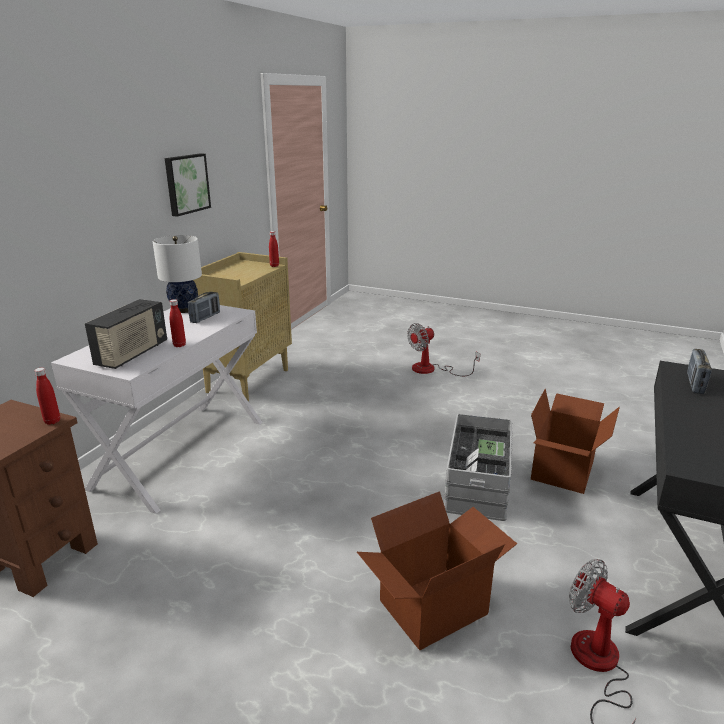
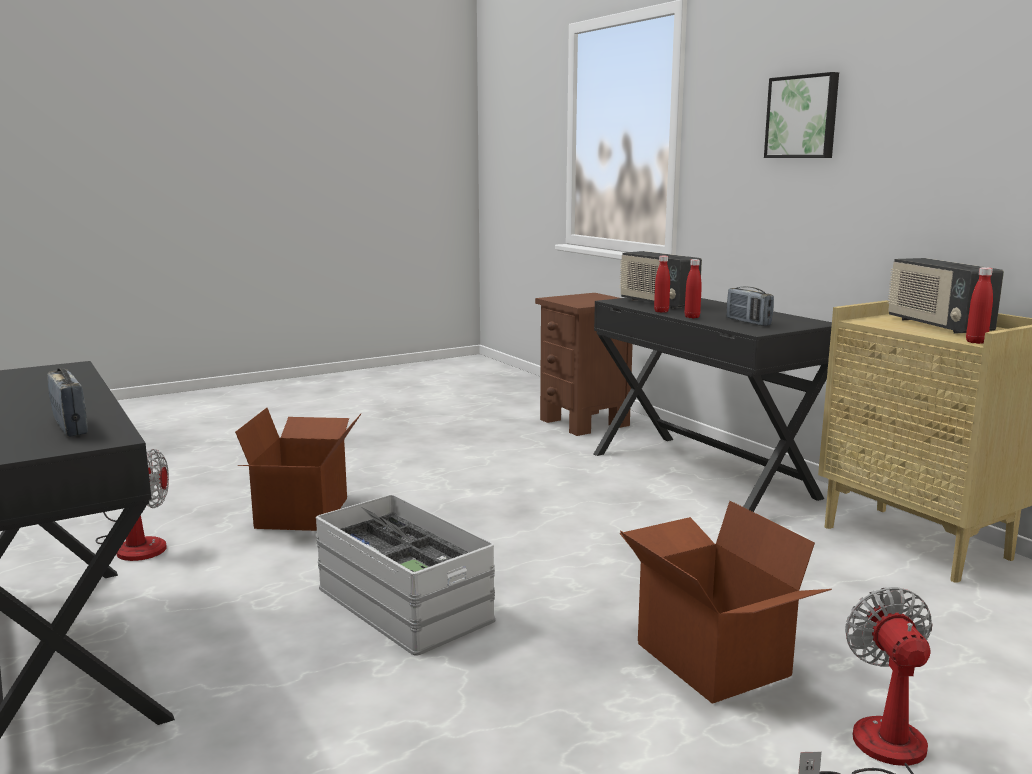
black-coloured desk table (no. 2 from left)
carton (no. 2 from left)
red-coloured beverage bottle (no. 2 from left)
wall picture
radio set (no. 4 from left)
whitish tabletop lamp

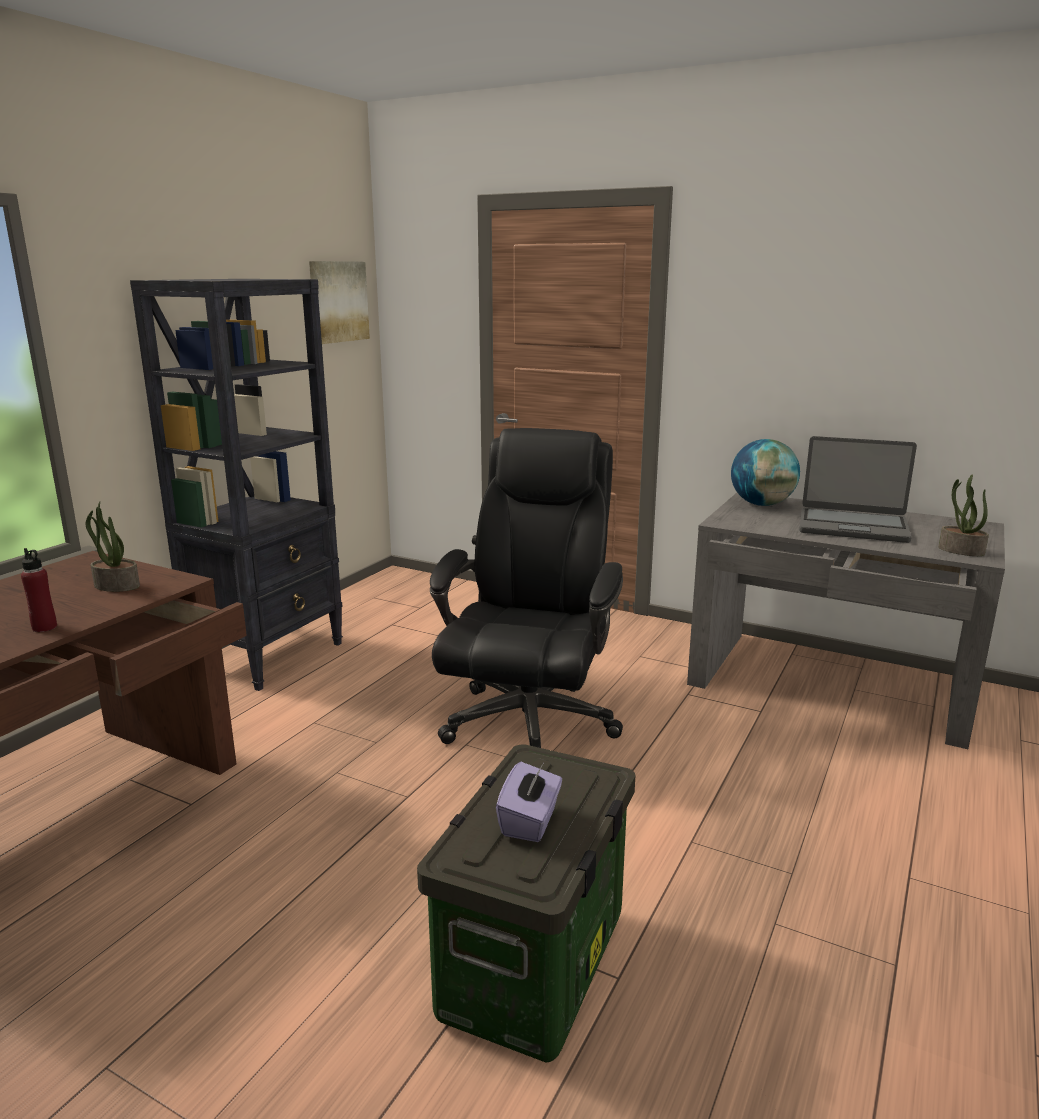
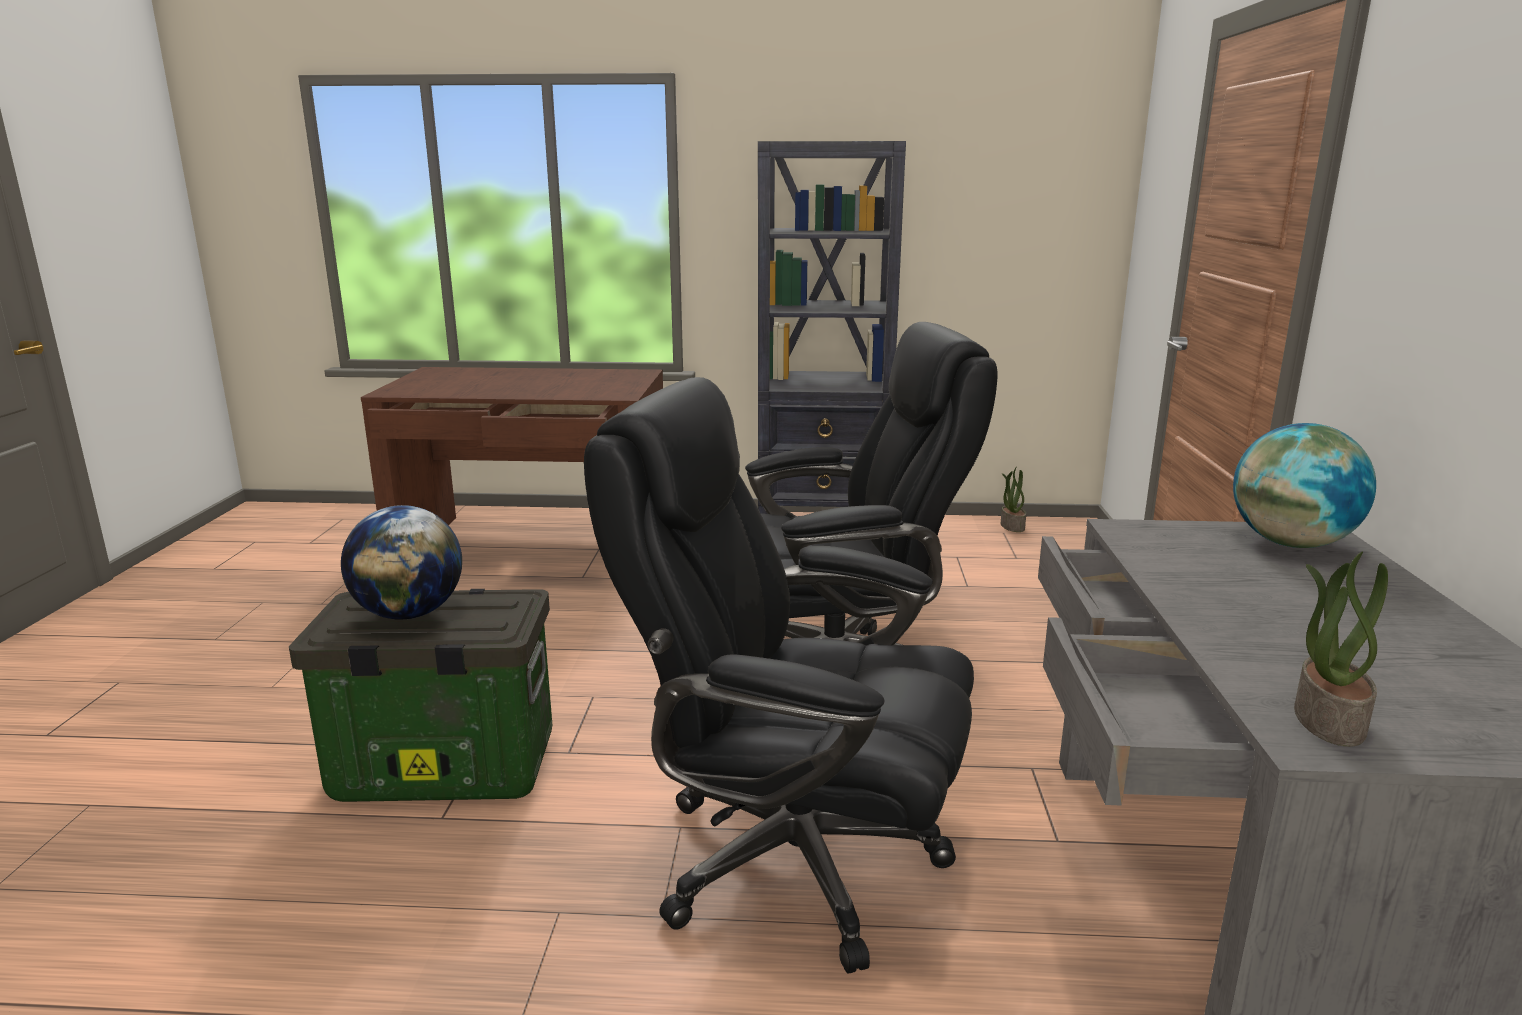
globe (no. 1 from left)
black-coloured desk chair (no. 1 from left)
houseplant (no. 1 from left)
red-coloured beverage bottle
wall picture
portable computer

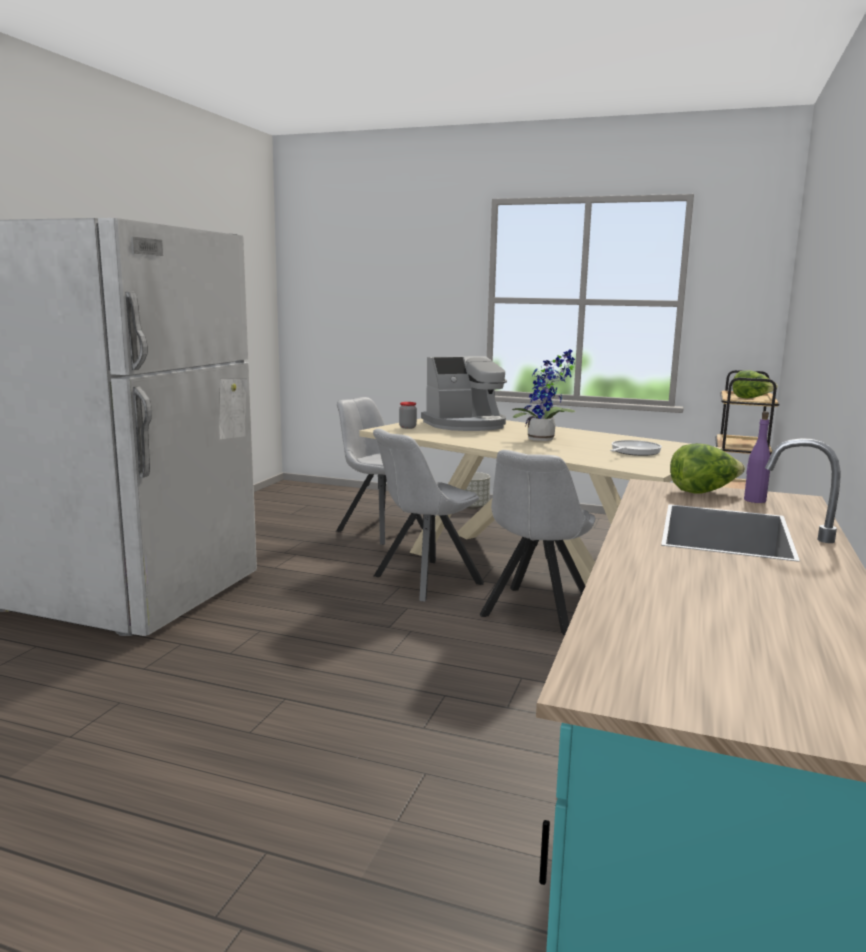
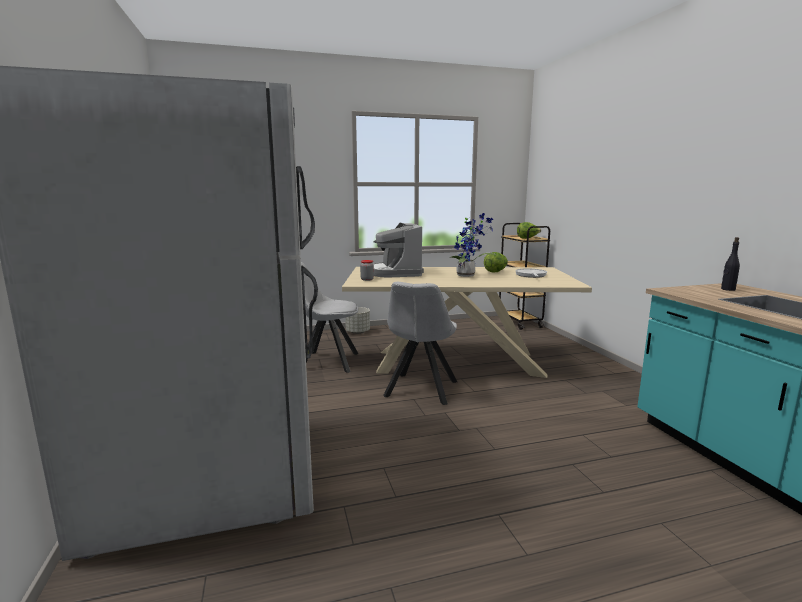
coffee maker
head of lettuce (no. 1 from left)
black-coloured beverage bottle
greyish chair (no. 3 from left in the first image)

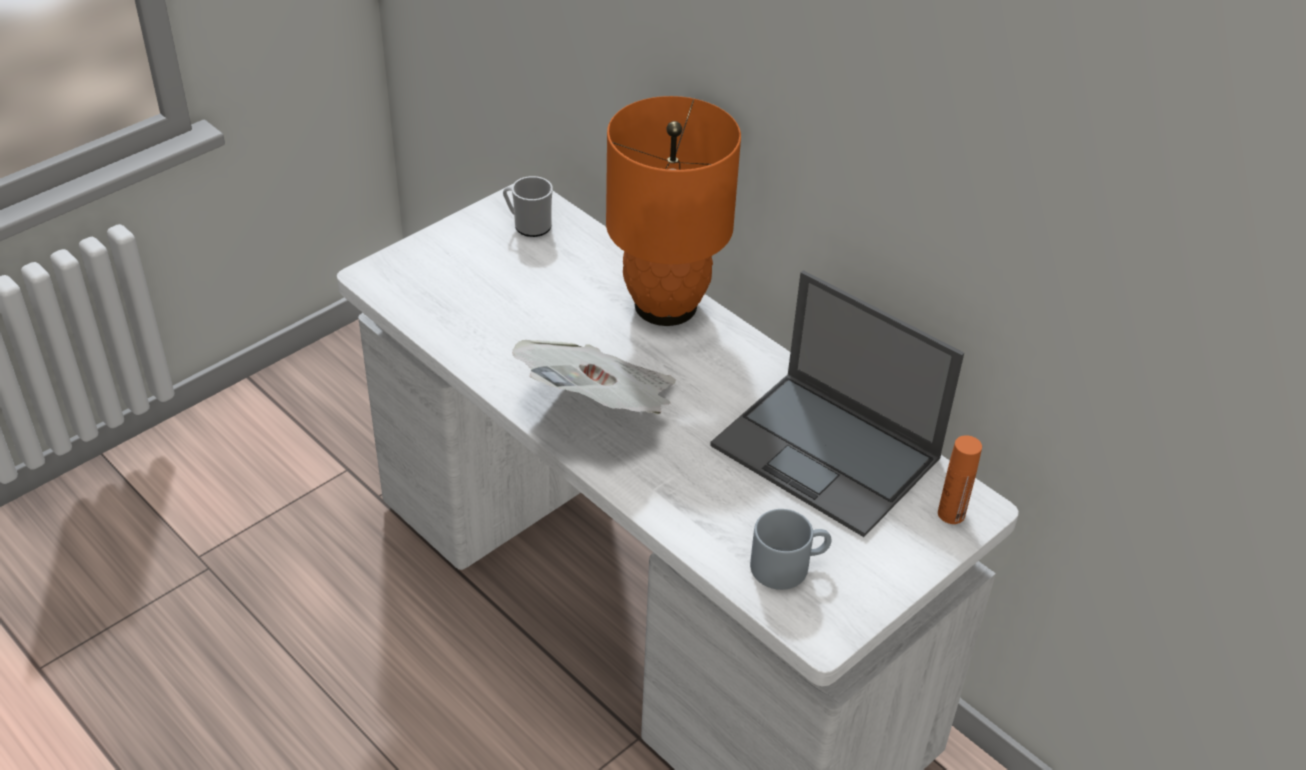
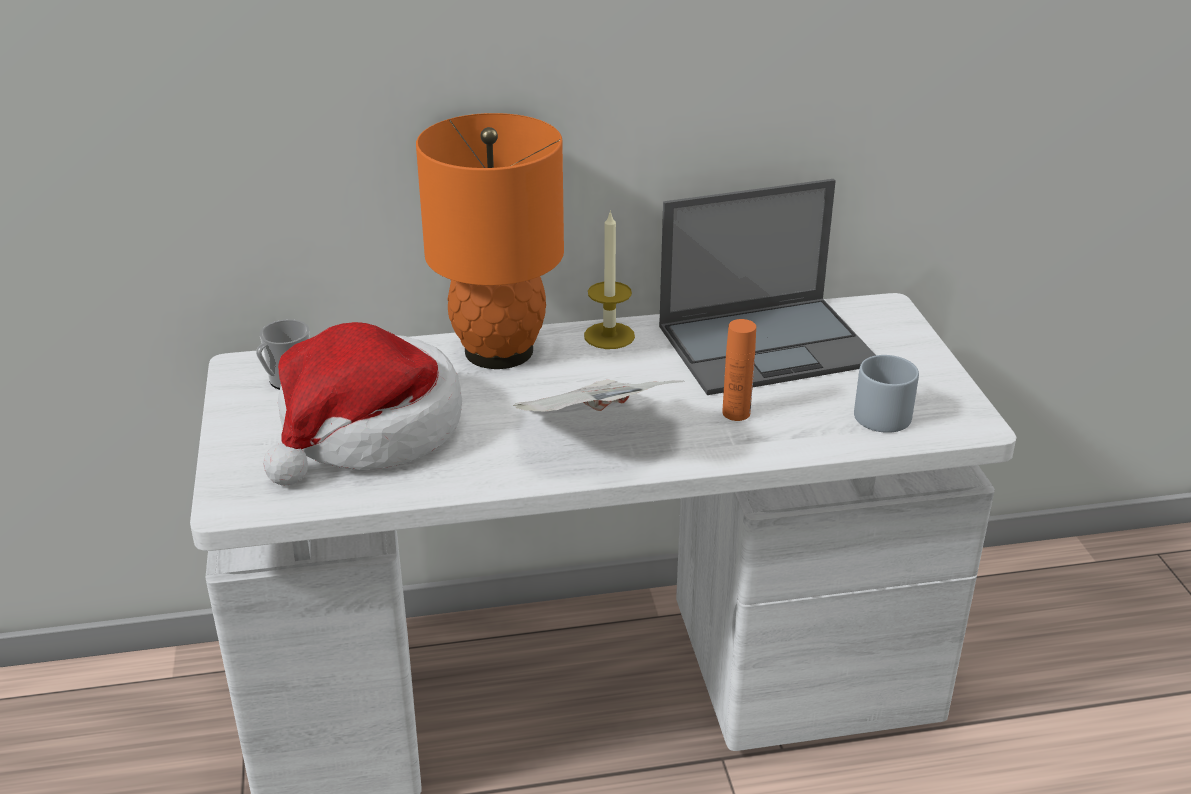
hat
candle
orange-coloured beverage bottle

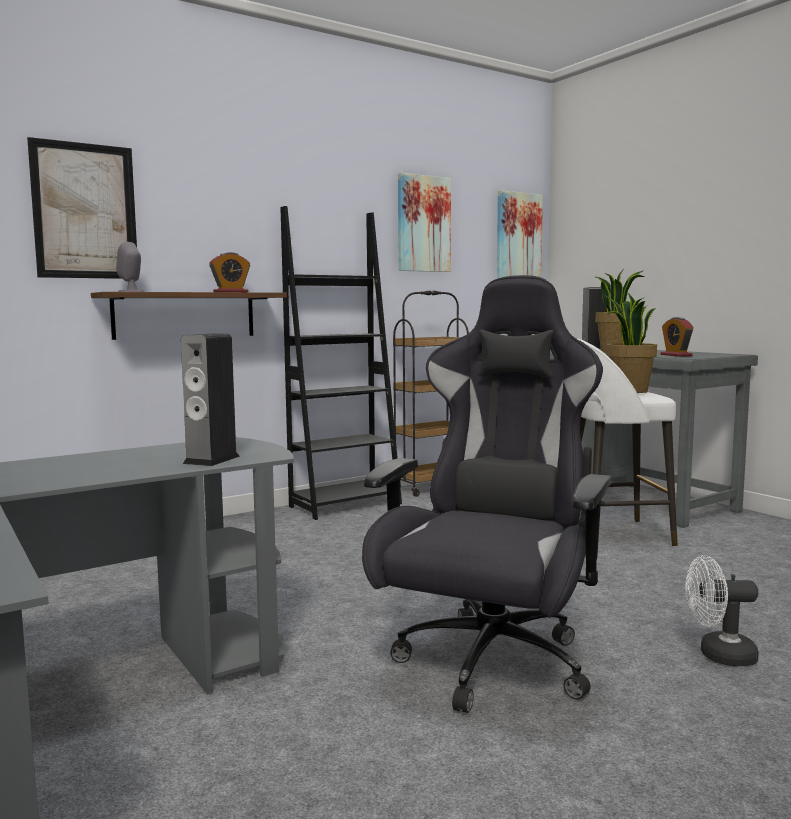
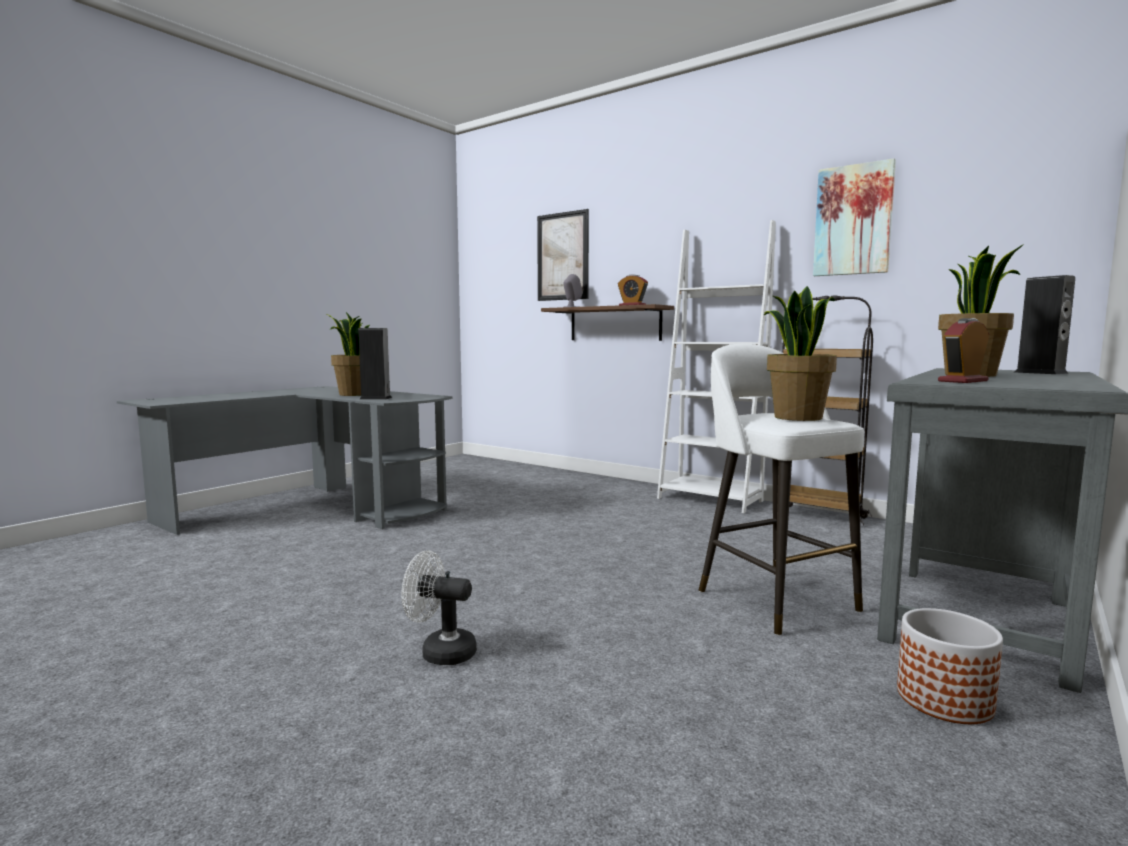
houseplant (no. 1 from left)
whitish electric fan
whitish bookcase
flower pot
black-coloured desk chair
wall picture (no. 3 from left in the first image)

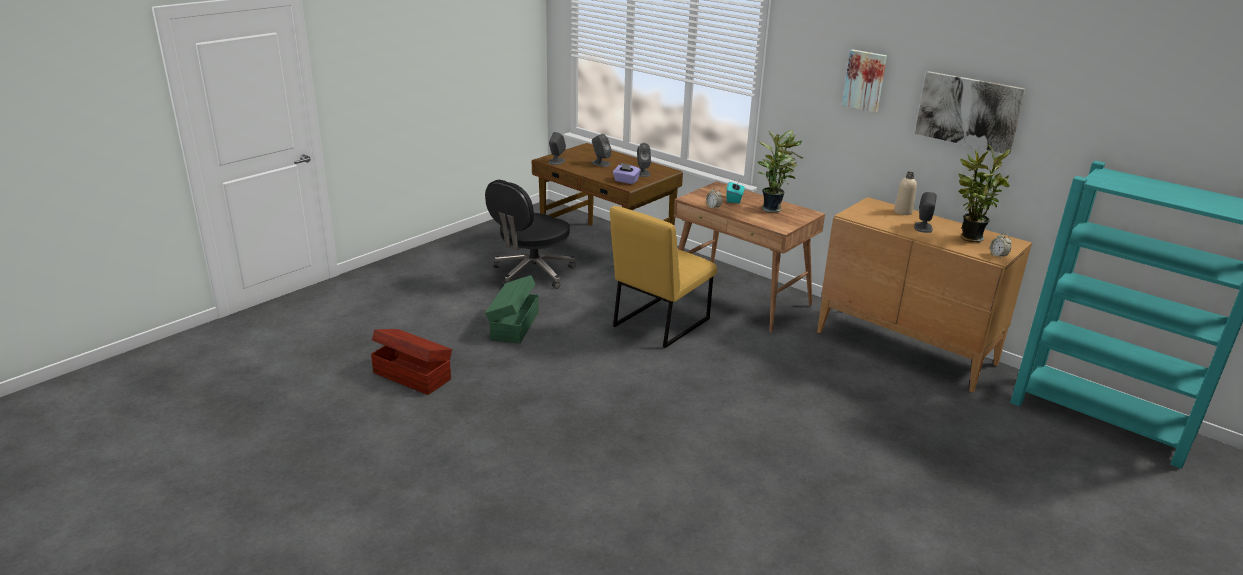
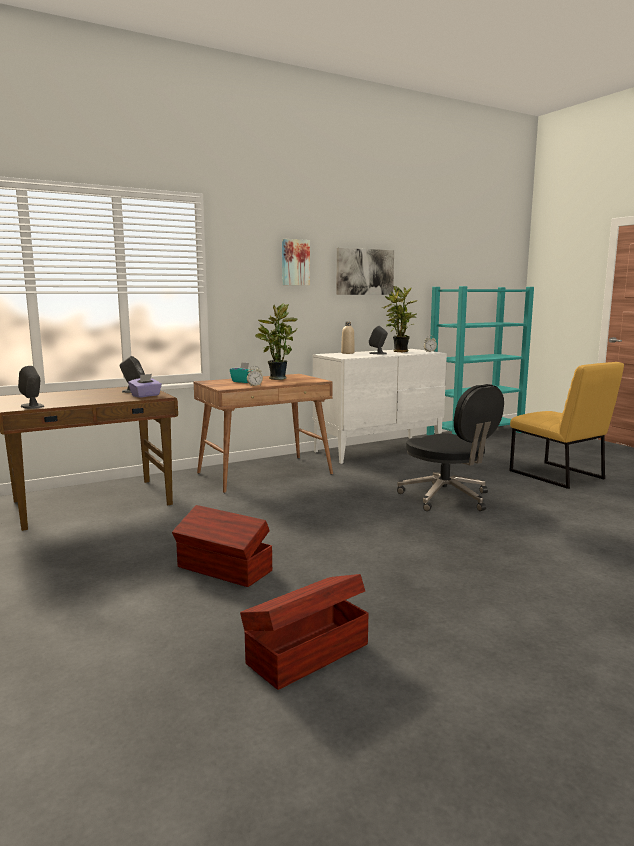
brown storage box (no. 1 from left)
whitish cupboard
black-coloured desk chair
yellow-coloured chair
greyish speaker (no. 2 from left in the first image)

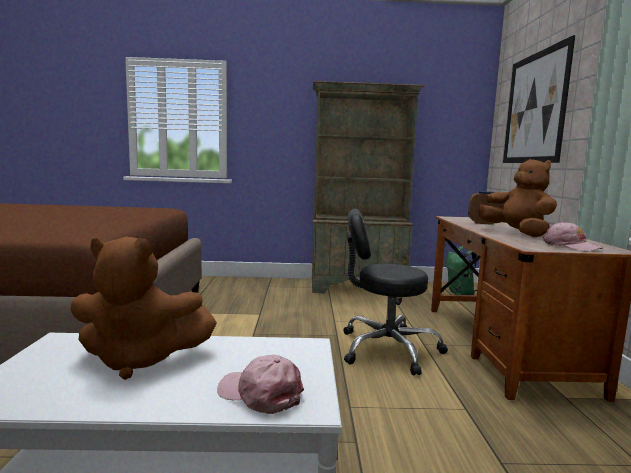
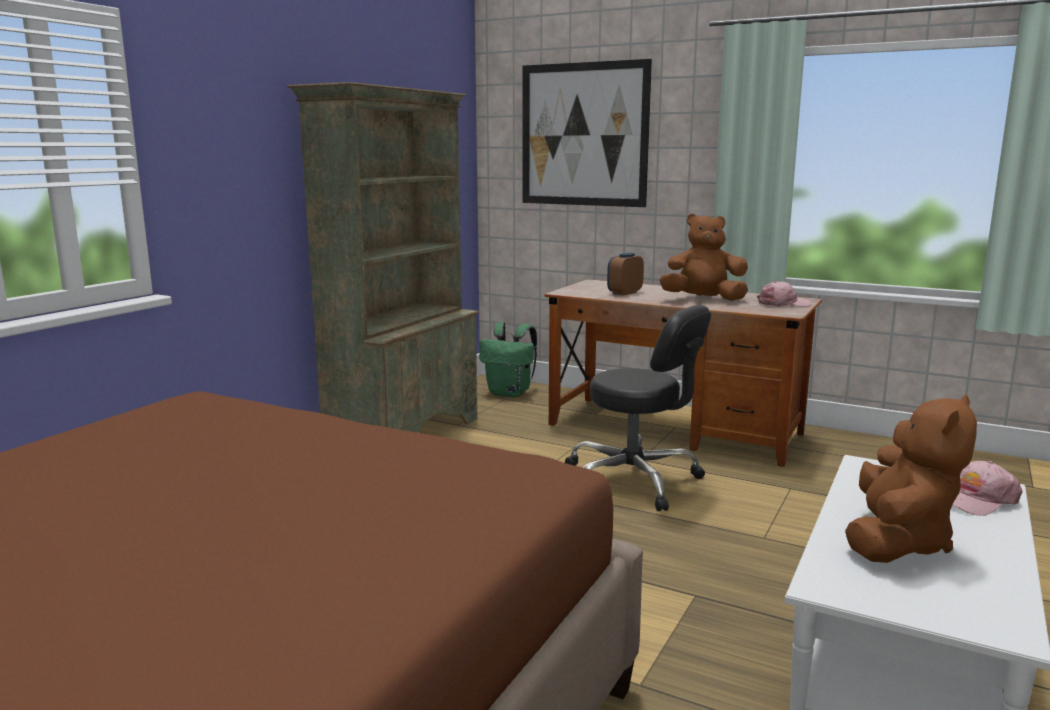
black-coloured desk chair

